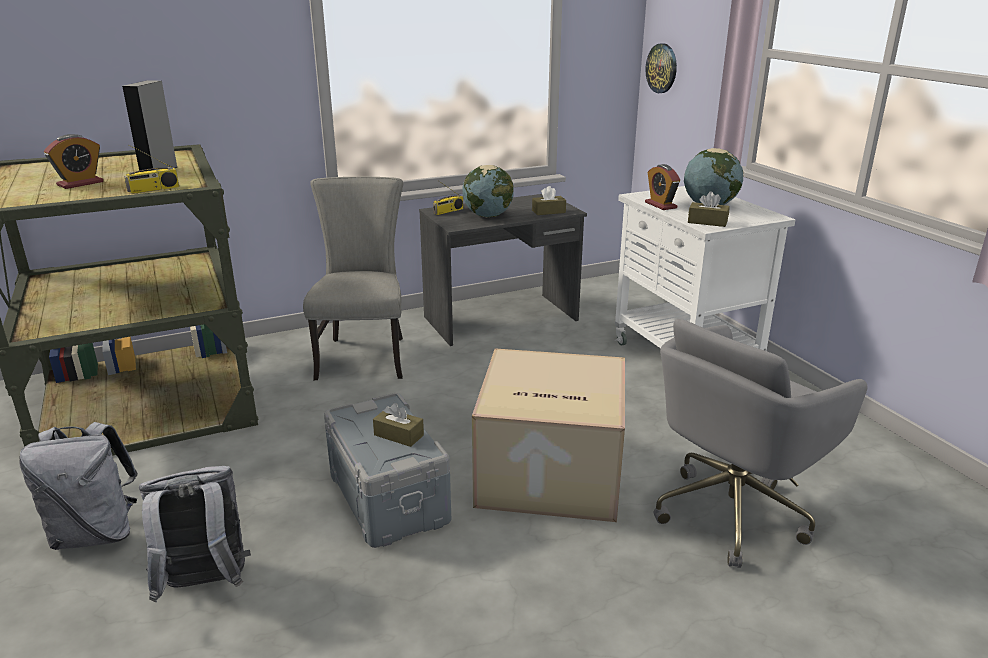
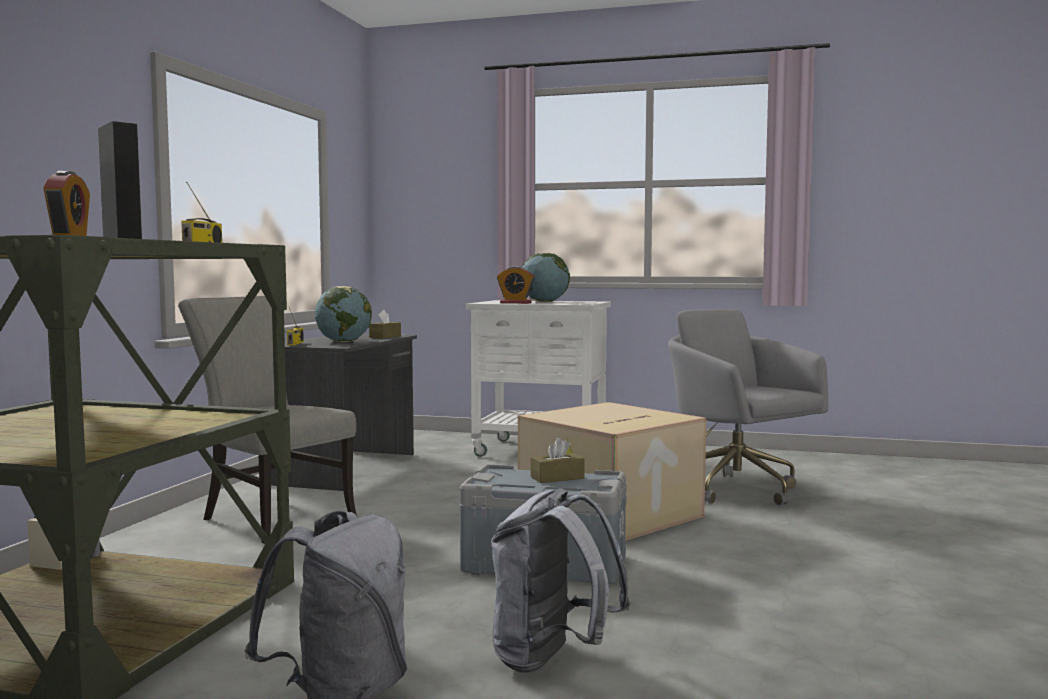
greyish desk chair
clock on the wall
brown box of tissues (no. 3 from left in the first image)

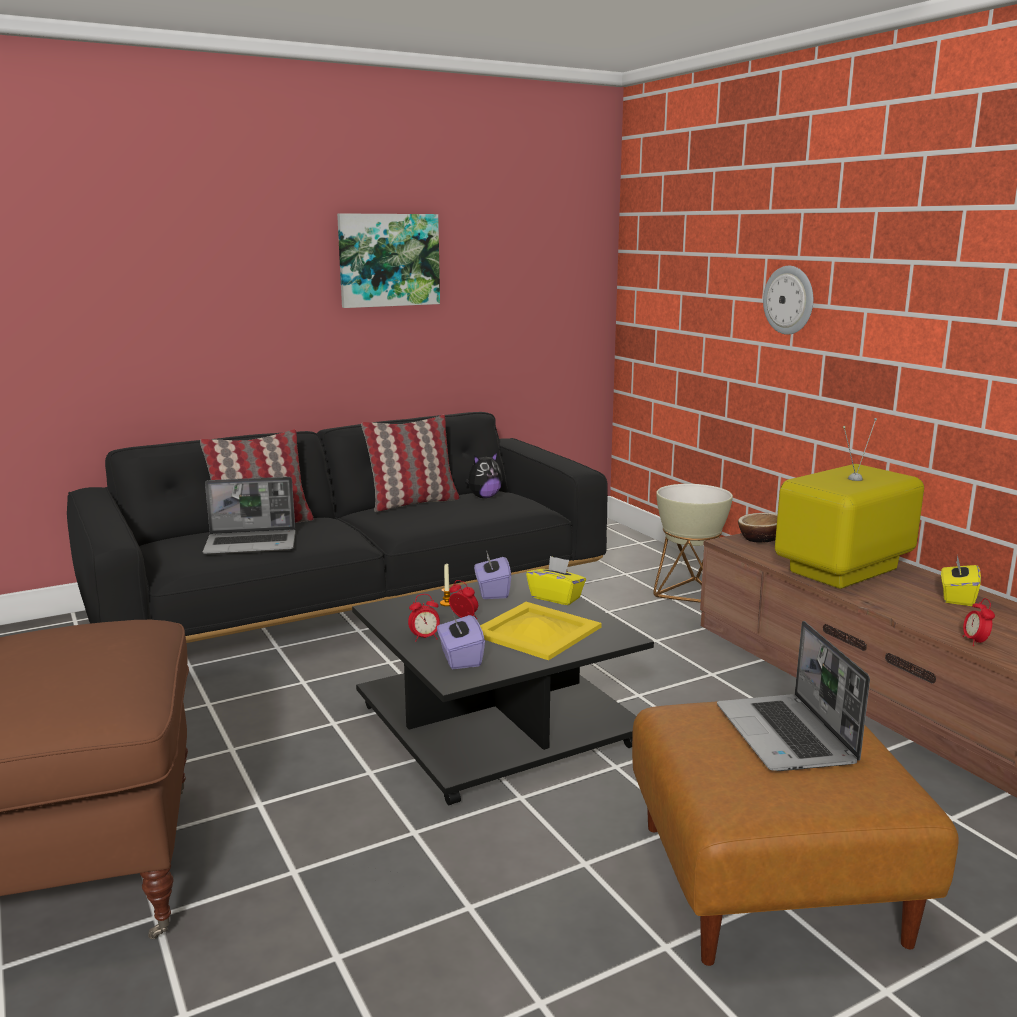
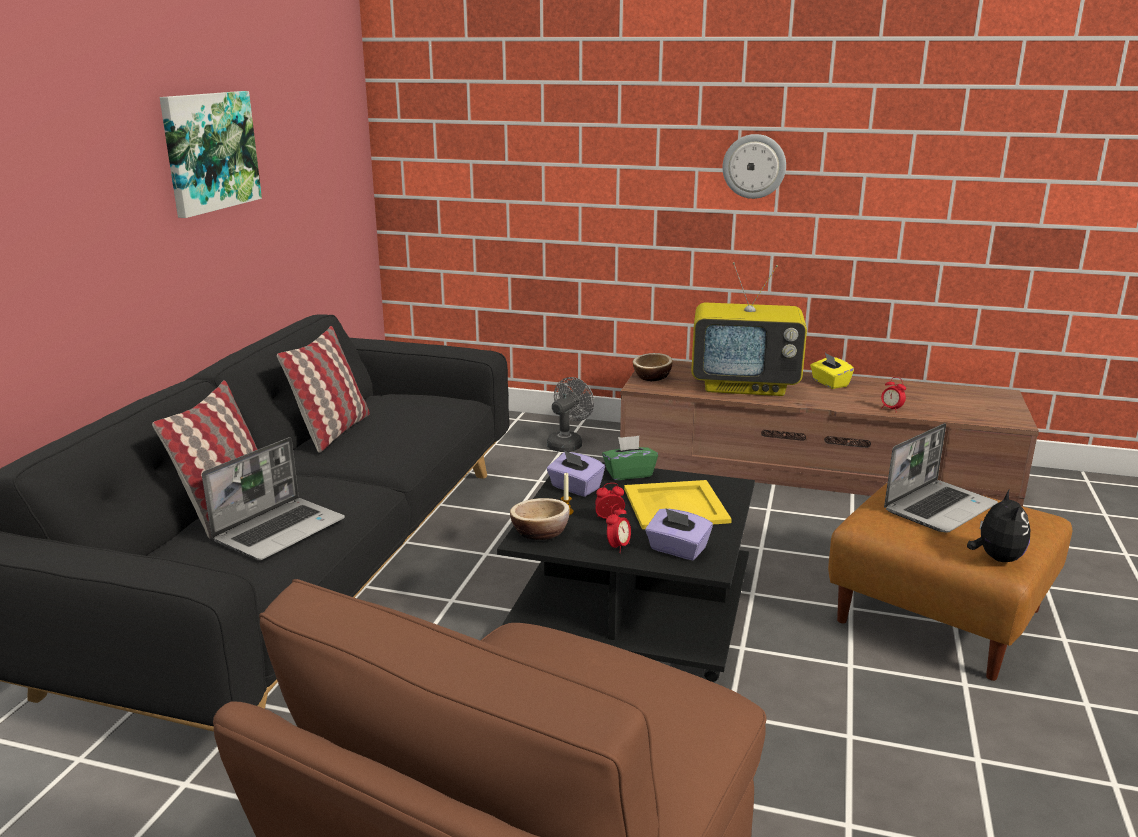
bowl (no. 1 from left)
greyish electric fan
green-coloured box of tissues
TV
clock on the wall
portable computer (no. 2 from left)
plush toy

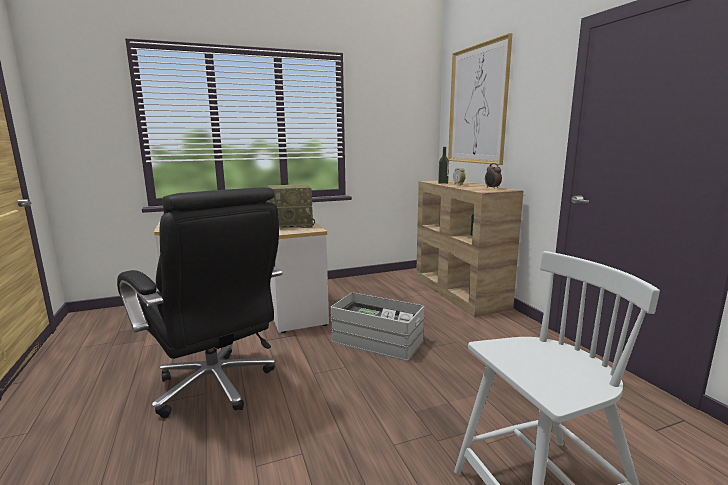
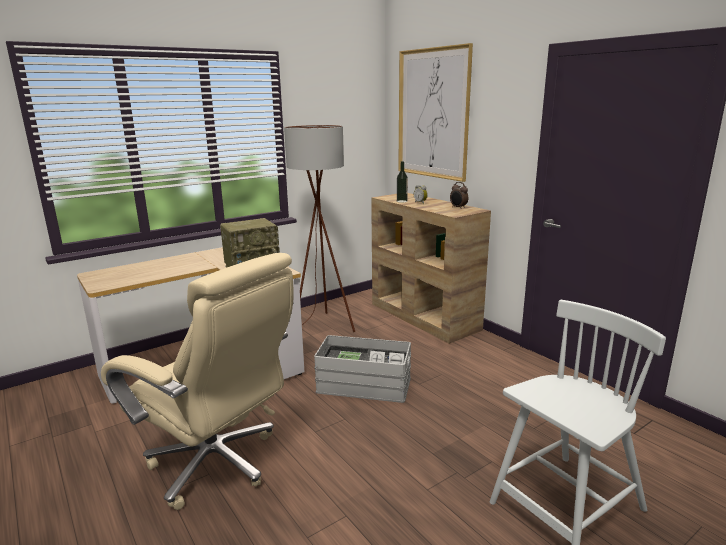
beige desk chair
brown standard lamp

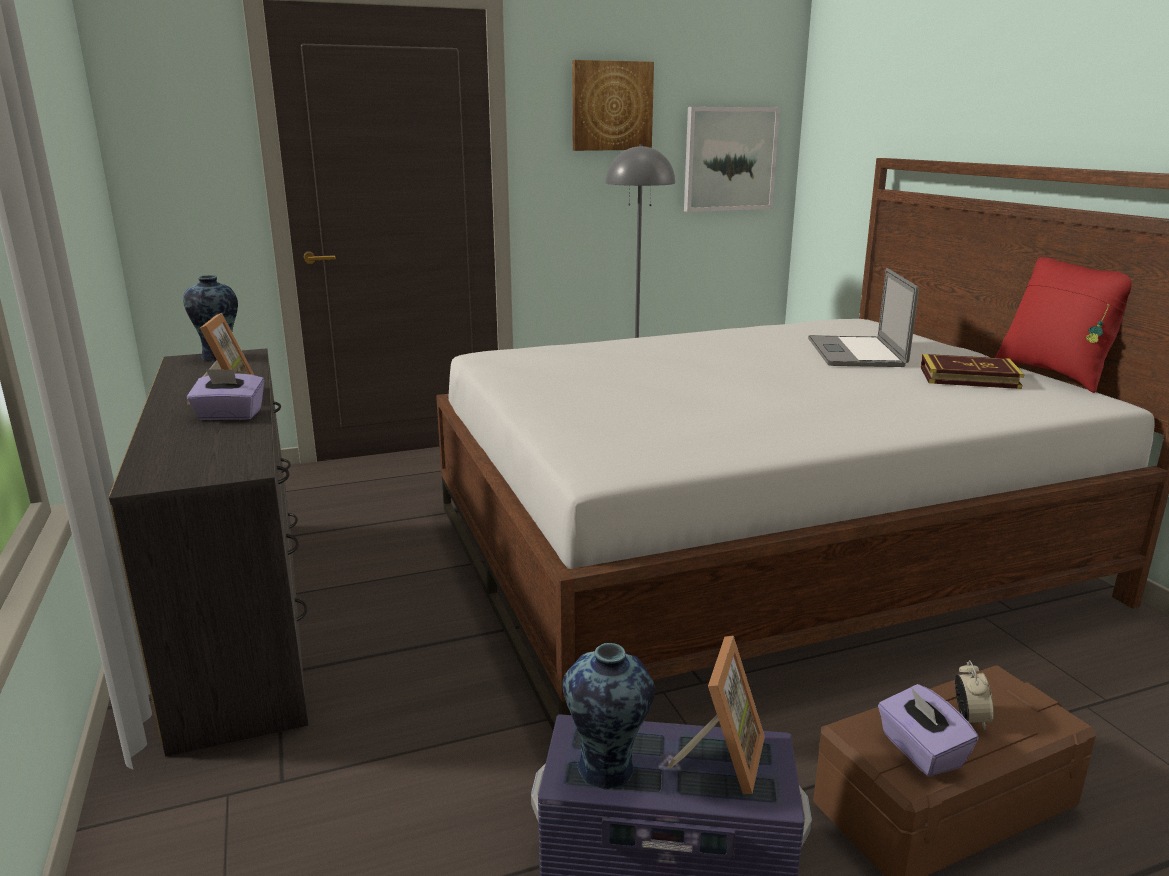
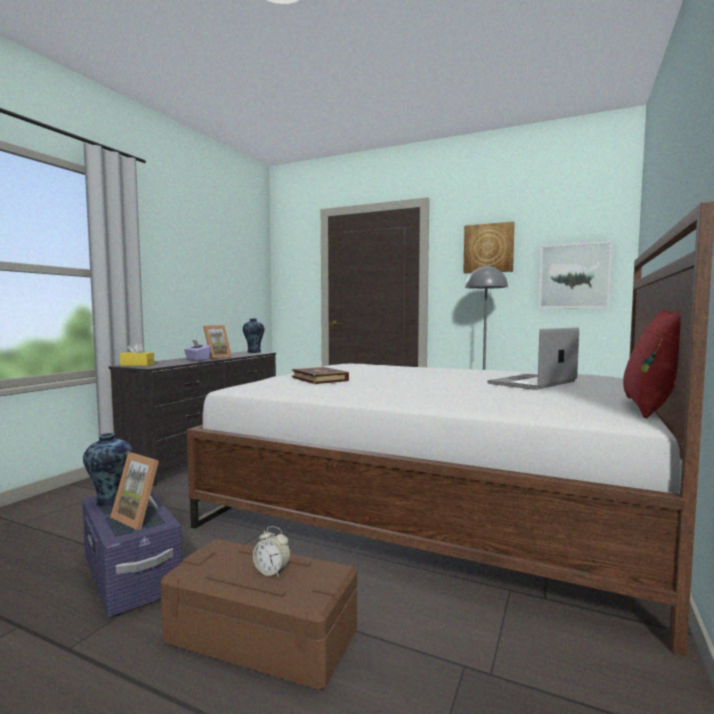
standing frame (no. 1 from left)
yellow-coloured box of tissues
table clock
book
purple box of tissues (no. 2 from left in the first image)

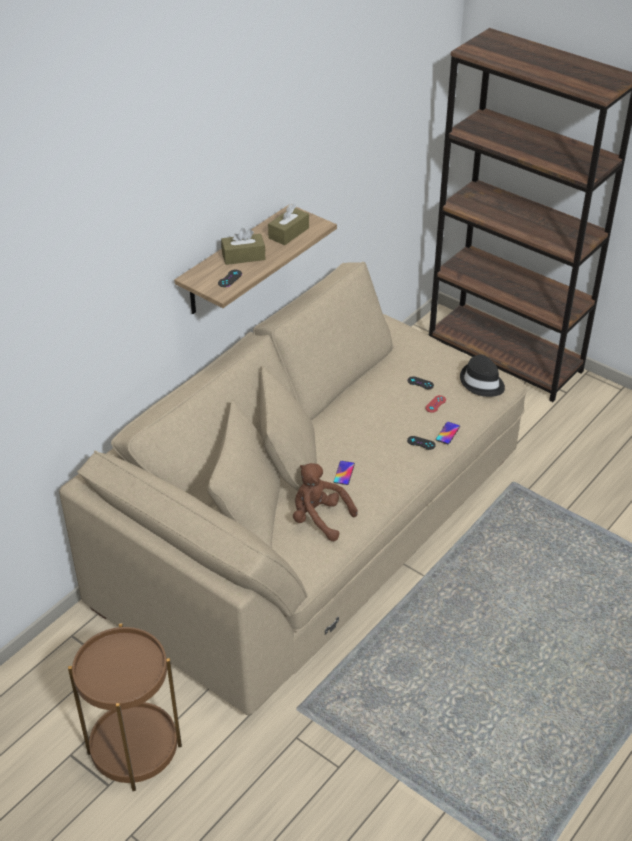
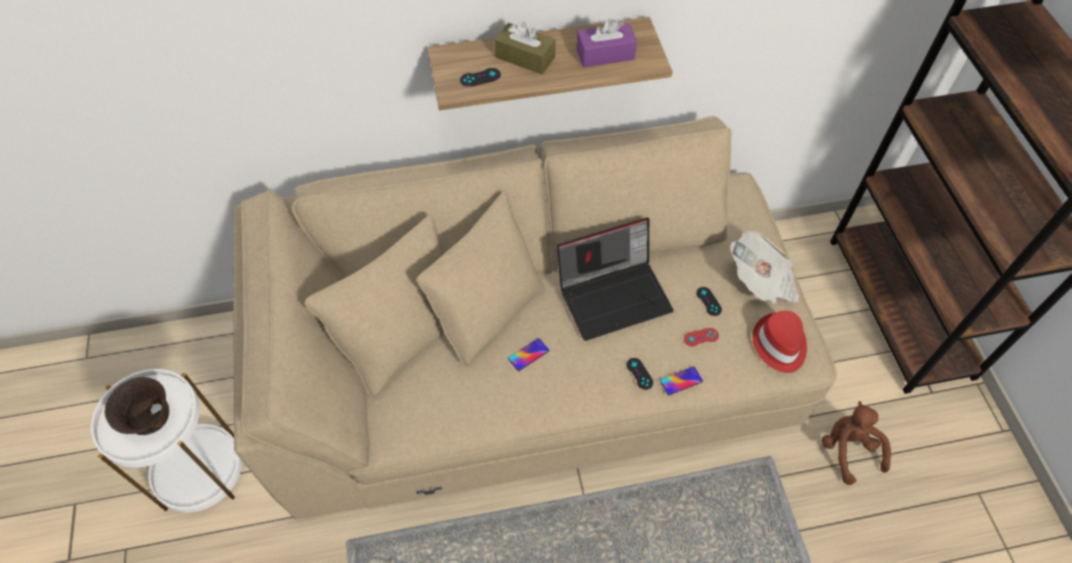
whitish side table
brown bowl
portable computer
purple box of tissues
newspaper
red-coloured hat
brown plush toy

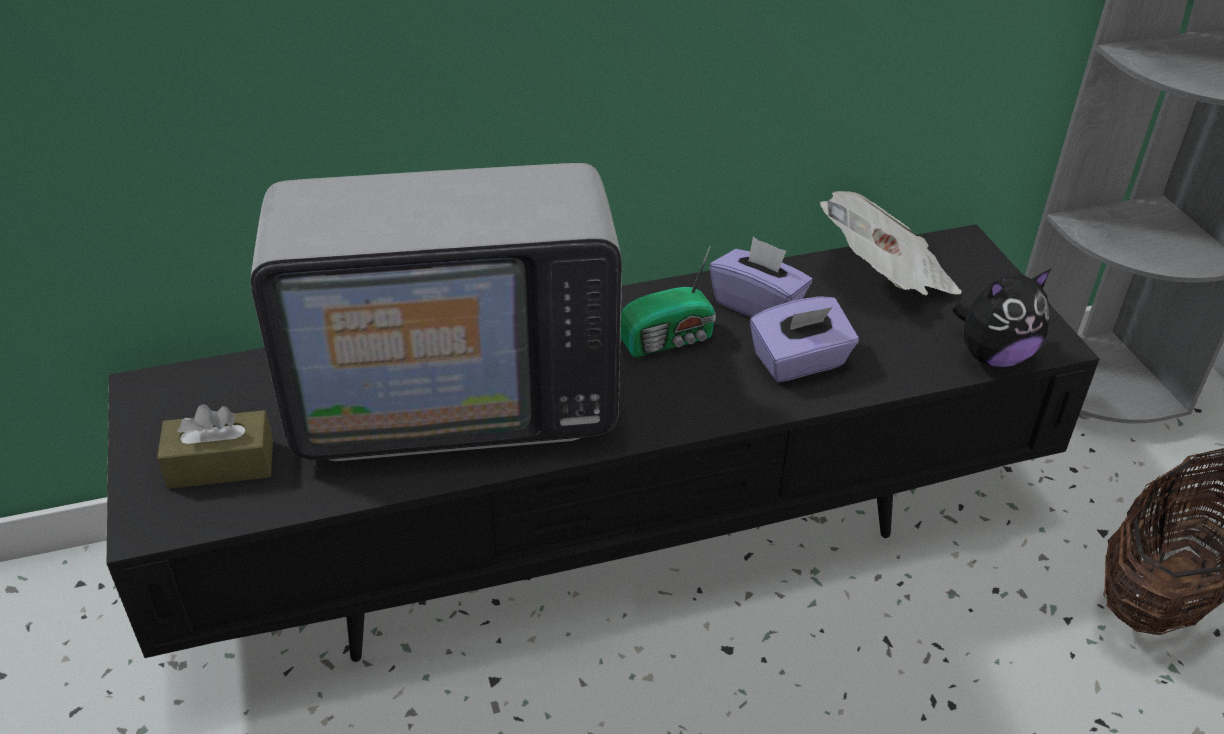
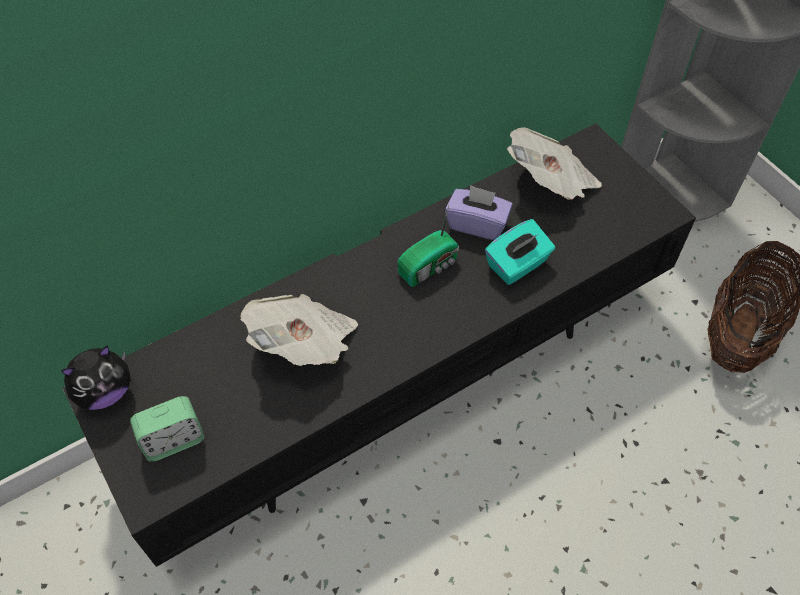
plush toy
table clock
newspaper (no. 1 from left)
turquoise box of tissues

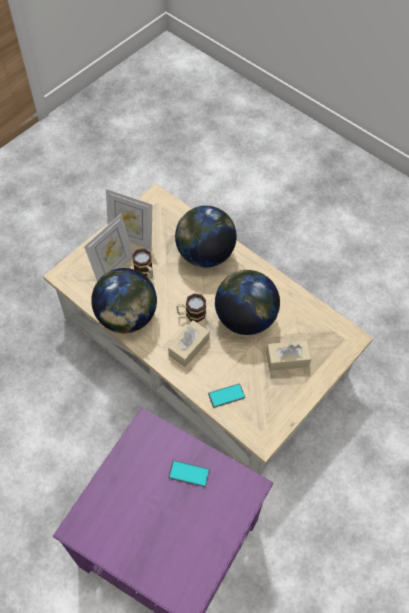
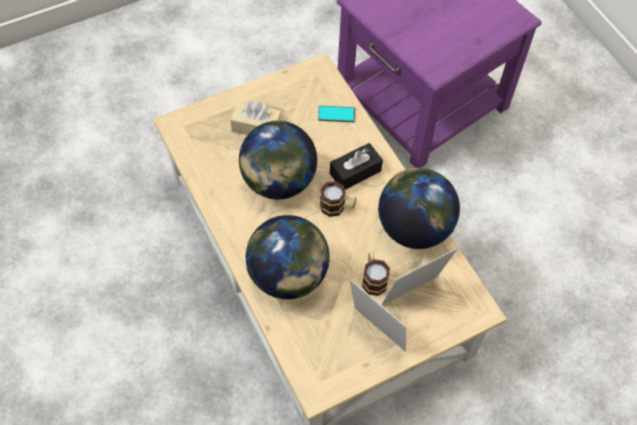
black-coloured box of tissues
handset (no. 1 from left in the first image)

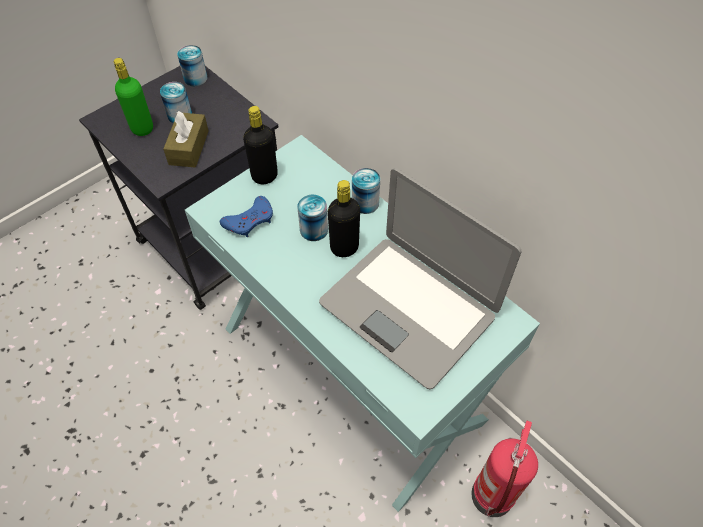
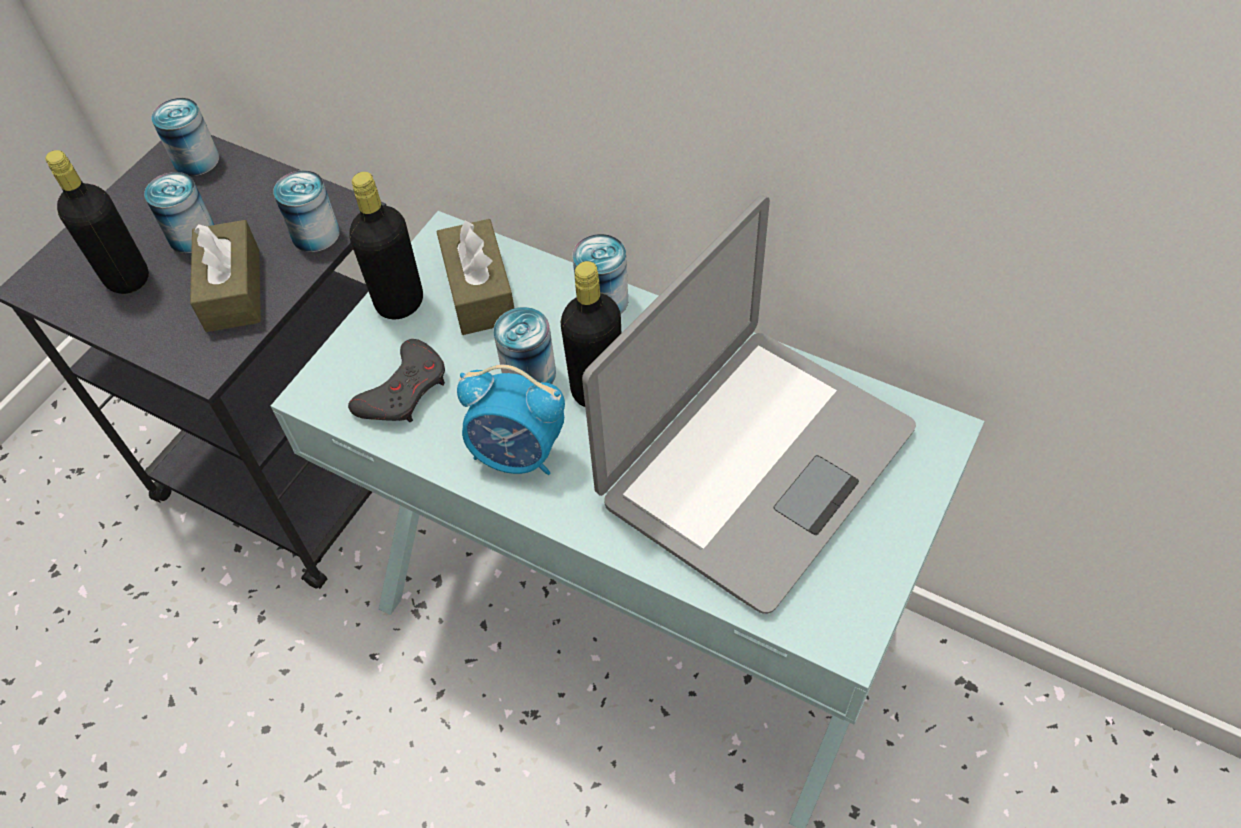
black-coloured beverage bottle (no. 1 from left)
metal can (no. 3 from left)
greyish gamepad
brown box of tissues (no. 2 from left)
table clock
portable computer
fire extinguisher

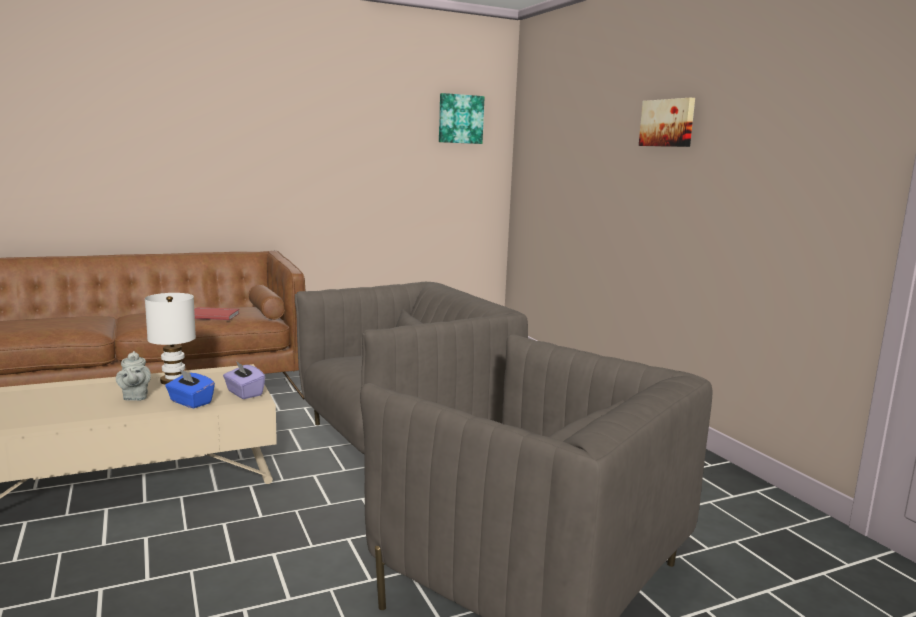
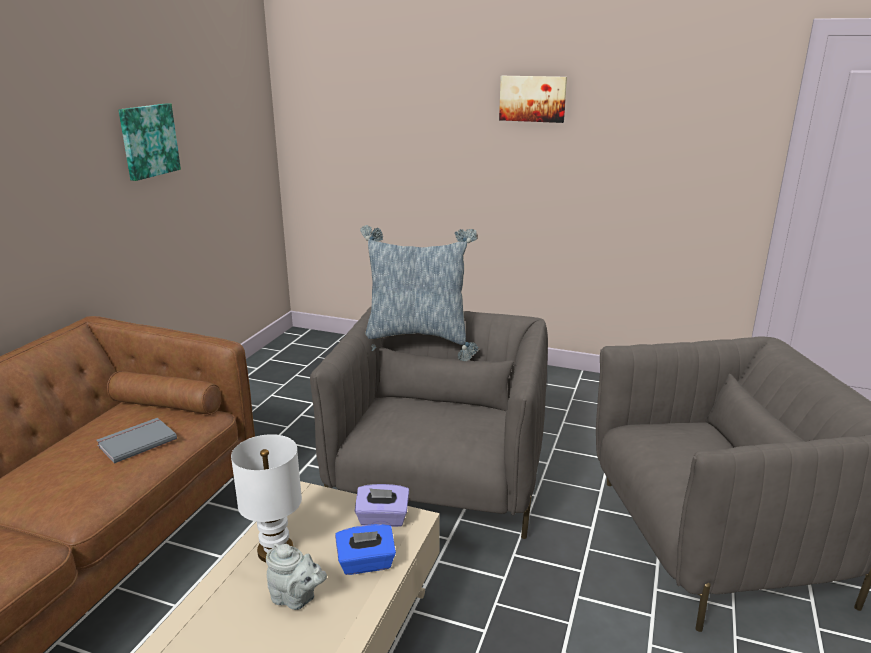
greyish book
wall picture (no. 1 from left)
throw pillow

